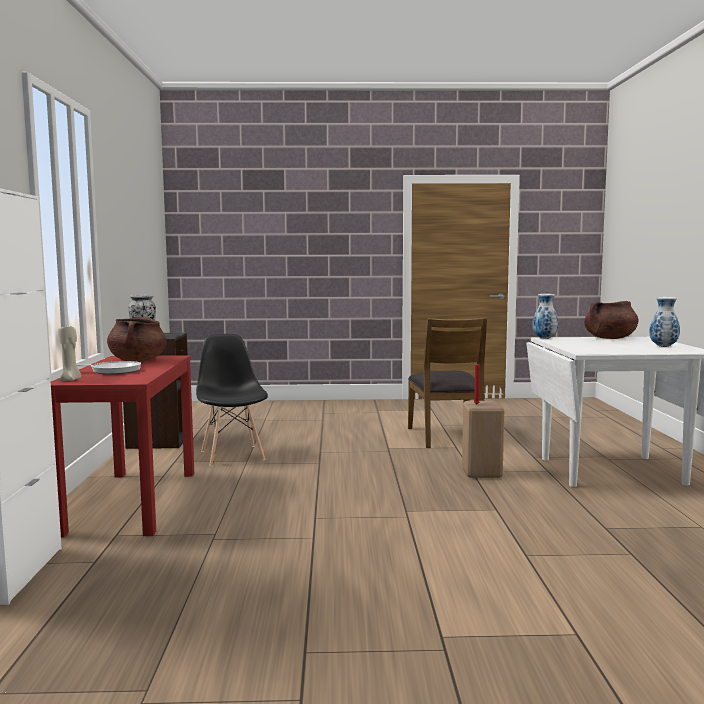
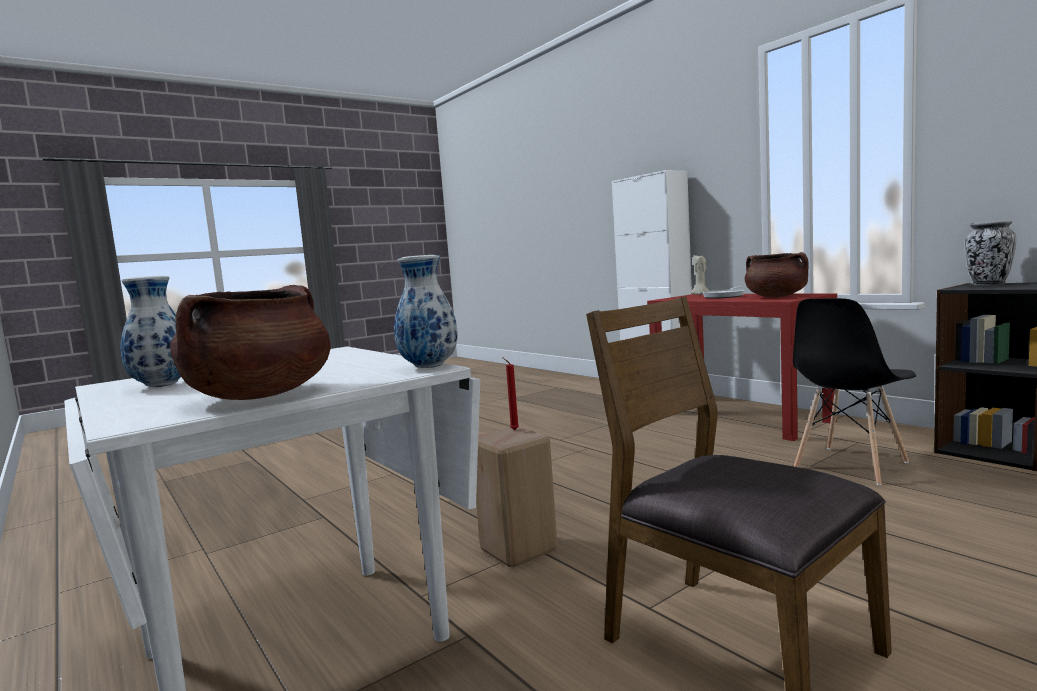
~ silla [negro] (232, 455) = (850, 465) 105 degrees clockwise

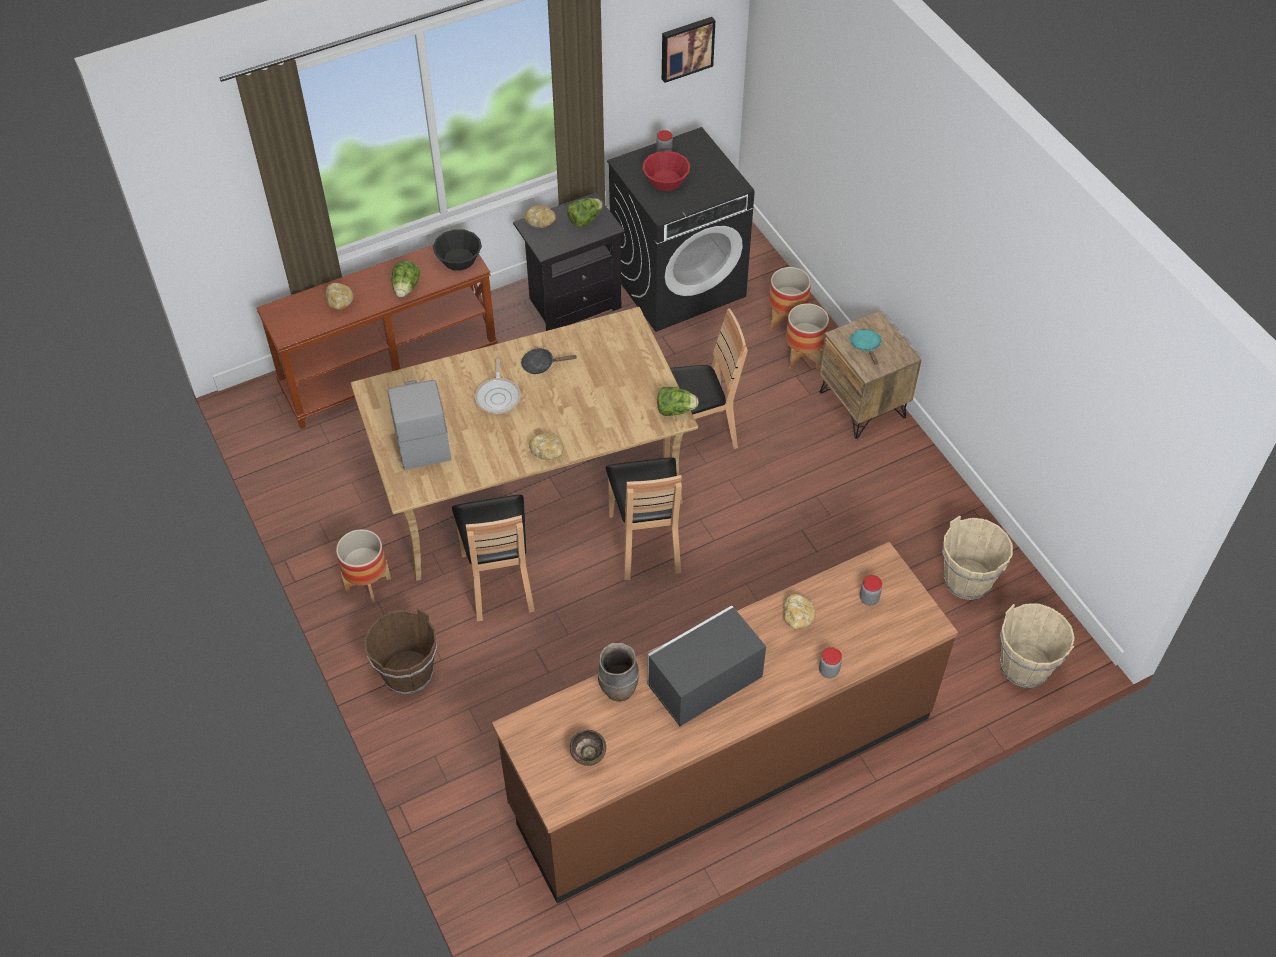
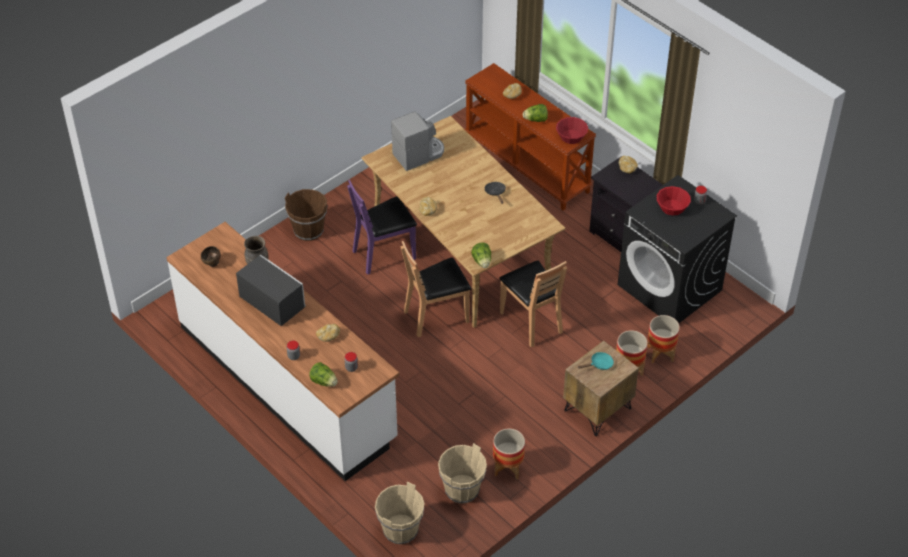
~ maceta (368, 584) to (508, 468)
~ cuenco [negro] (459, 259) to cuenco [rojo] (571, 136)
~ silla [marrón] (499, 580) to silla [morado] (384, 254)
- sartén (498, 396)
~ mueble bajo de cocina [marrón] (721, 761) to mueble bajo de cocina [blanco] (287, 382)
~ lechuga (585, 220) to (324, 381)
- cuadro (686, 48)

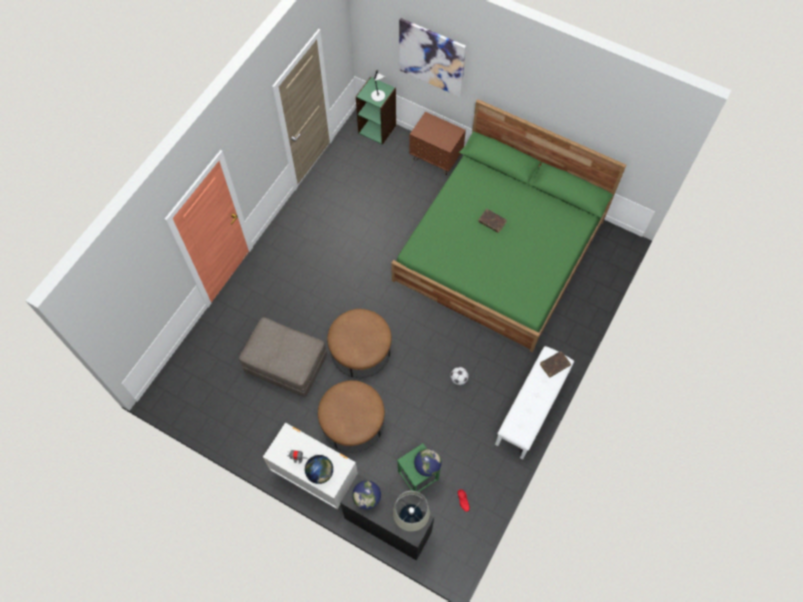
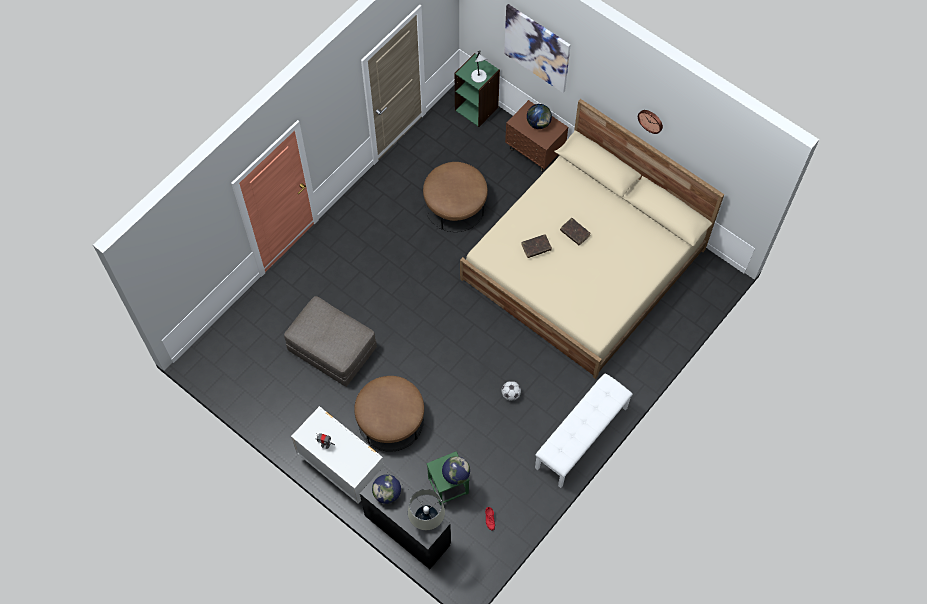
~ globo terráqueo (320, 473) to (538, 123)
~ puf [marrón] (360, 350) to (455, 205)
~ cama [verde] (500, 250) to cama [beis] (584, 264)
~ libro [marrón] (554, 365) to (536, 247)
+ reloj de pared (651, 120)

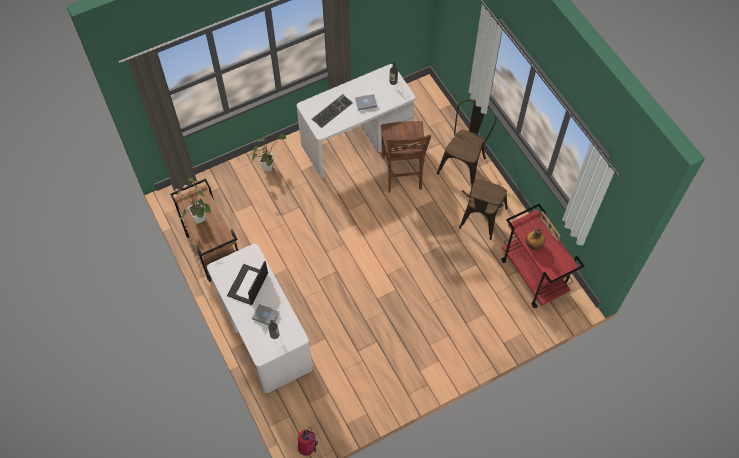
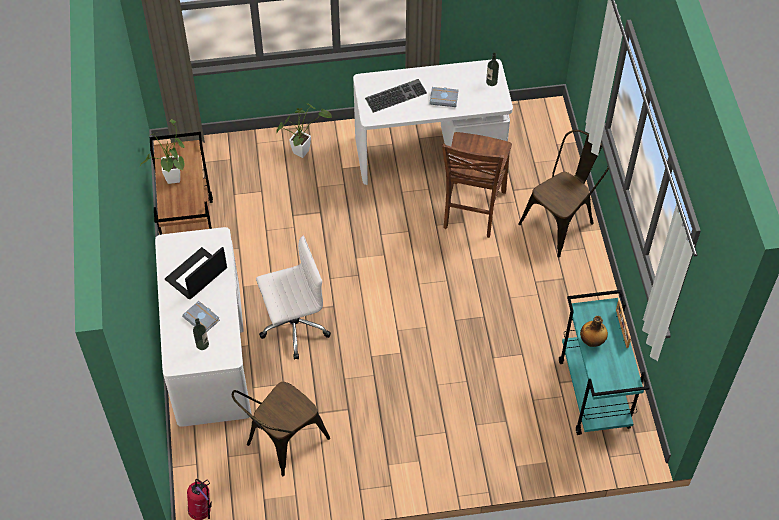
~ silla [marrón] (480, 221) to (282, 444)
~ carrito [rojo] (533, 276) to carrito [turquesa] (594, 394)
+ silla de oficina [blanco] (293, 326)

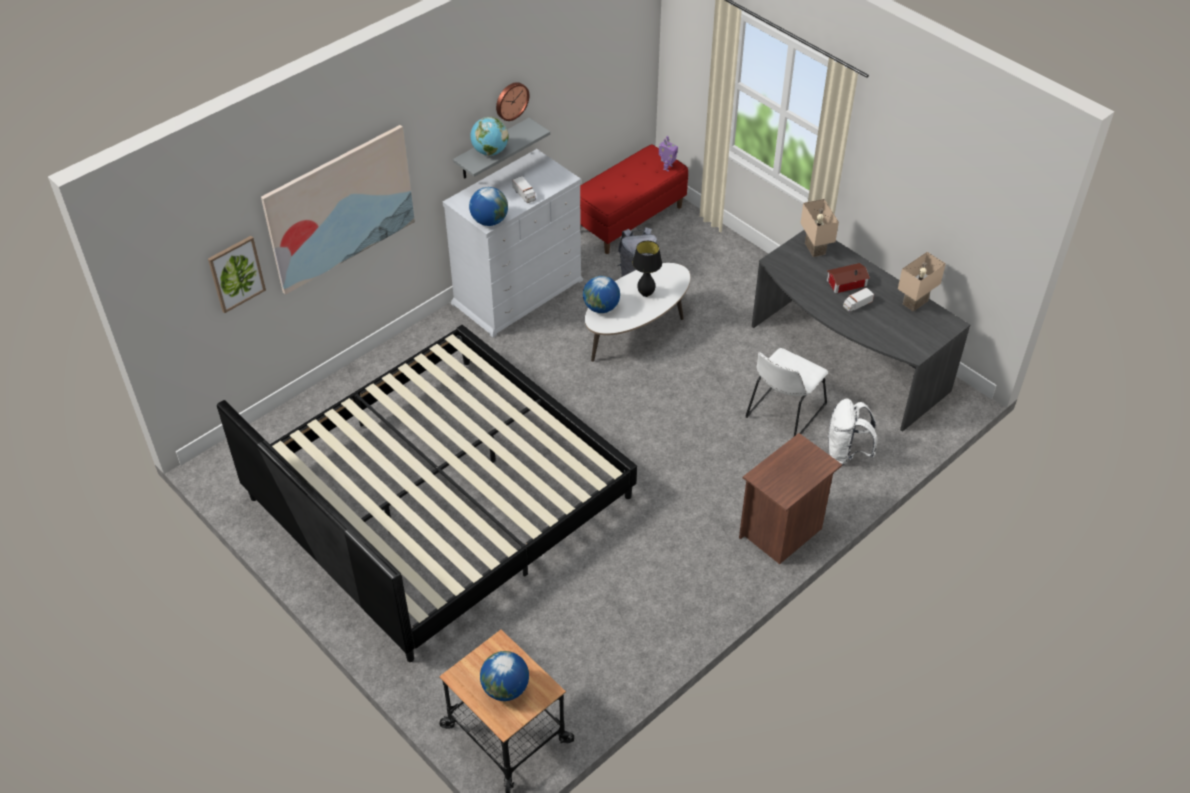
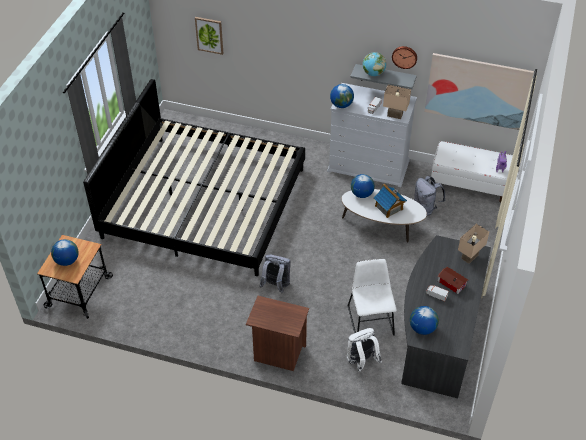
~ cuadro (340, 208) to (477, 91)
~ banco [rojo] (629, 219) to banco [blanco] (469, 184)
~ lámpara de mesa [negro] (646, 294) to casita (389, 208)
~ silla [blanco] (783, 413) = (370, 318) 75 degrees clockwise
~ lámpara de mesa [beis] (916, 303) to (394, 115)
+ mochila [gris] (276, 285)
+ globo terráqueo (422, 328)

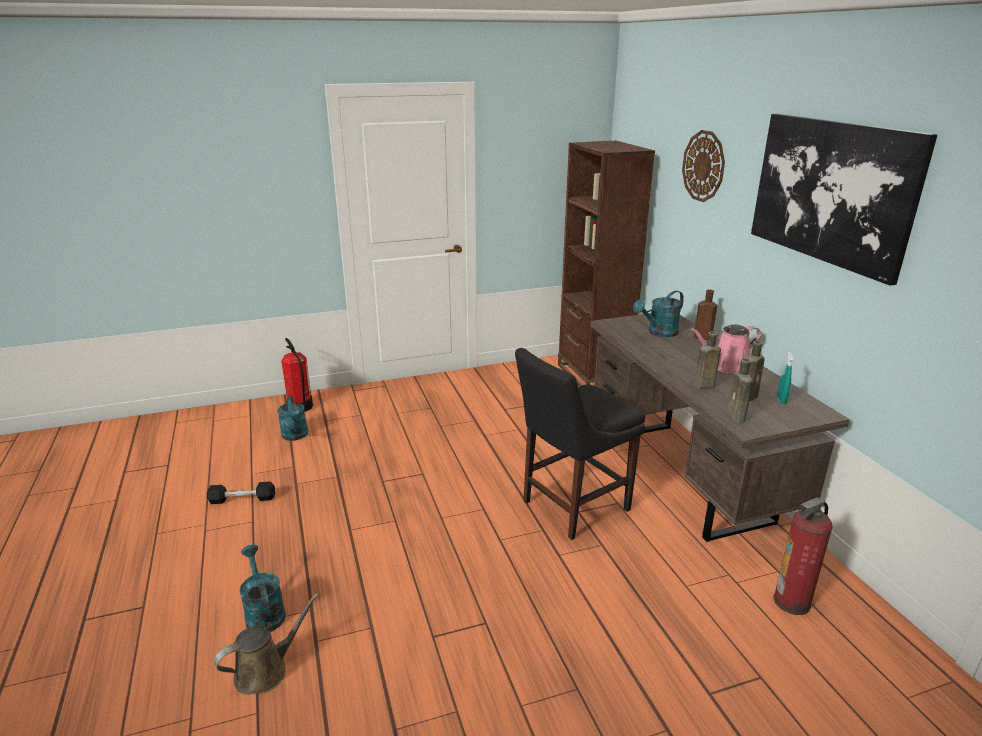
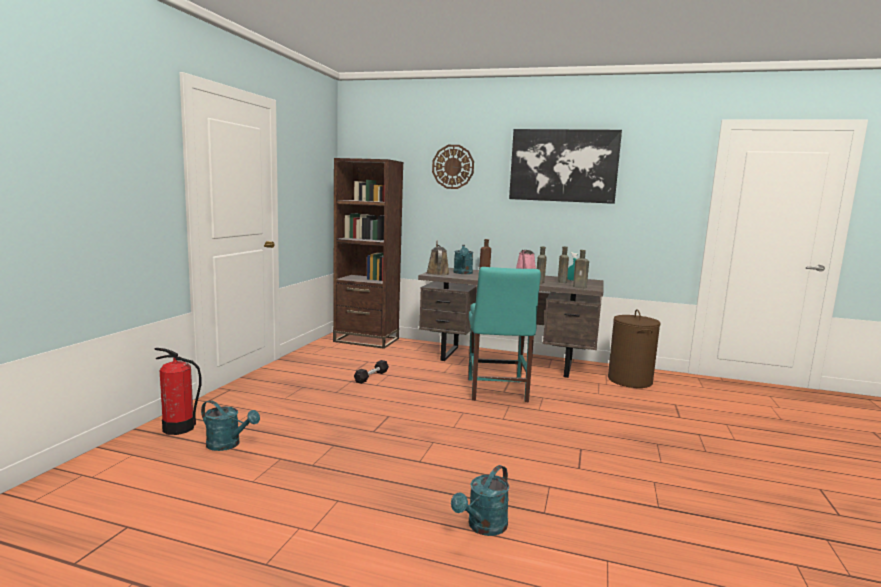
~ mancuerna [negro] (242, 499) to (371, 377)
~ regadera [marrón] (266, 671) to (437, 273)
~ regadera [turquesa] (263, 612) = (483, 527) 60 degrees counterclockwise
~ silla [negro] (571, 507) to silla [turquesa] (497, 391)
~ extintor (792, 602) to cesto de la ropa [marrón] (630, 380)

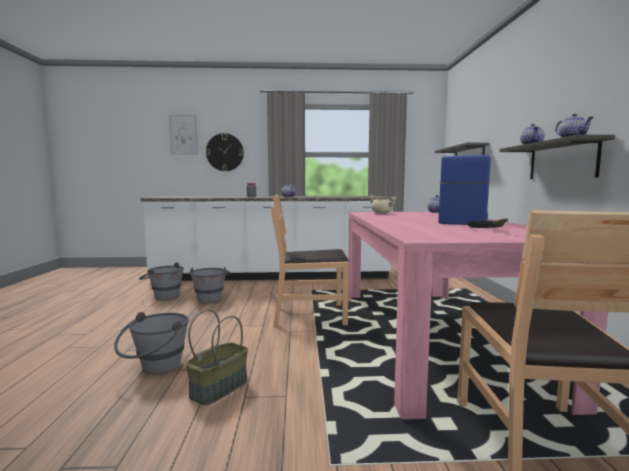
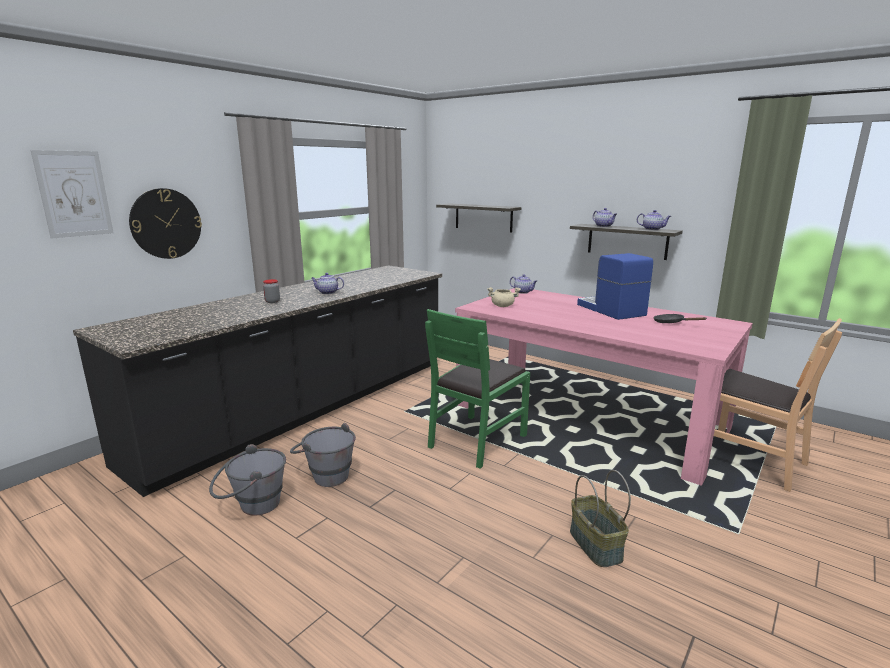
- cubo [gris] (155, 369)
~ mueble bajo de cocina [blanco] (272, 275) to mueble bajo de cocina [negro] (306, 408)
~ silla [marrón] (310, 315) to silla [verde] (476, 440)

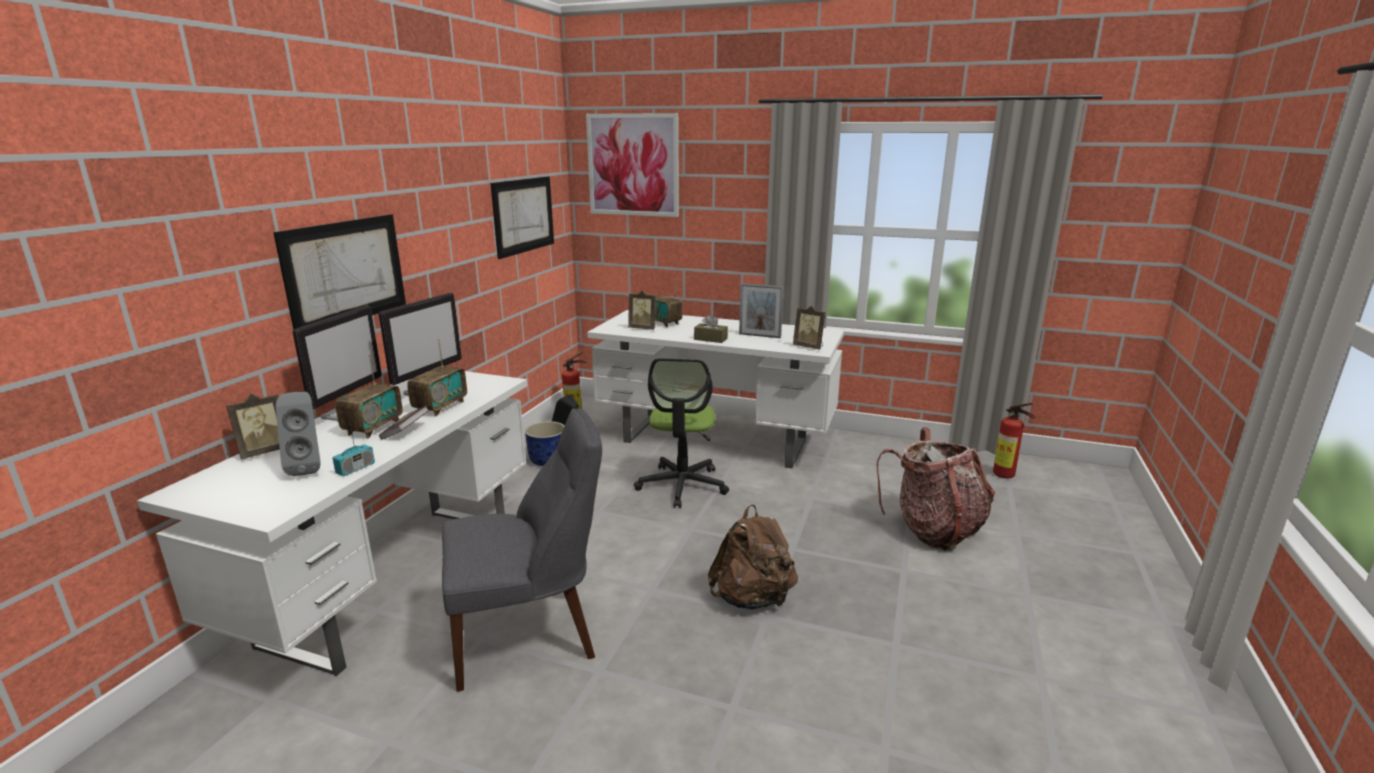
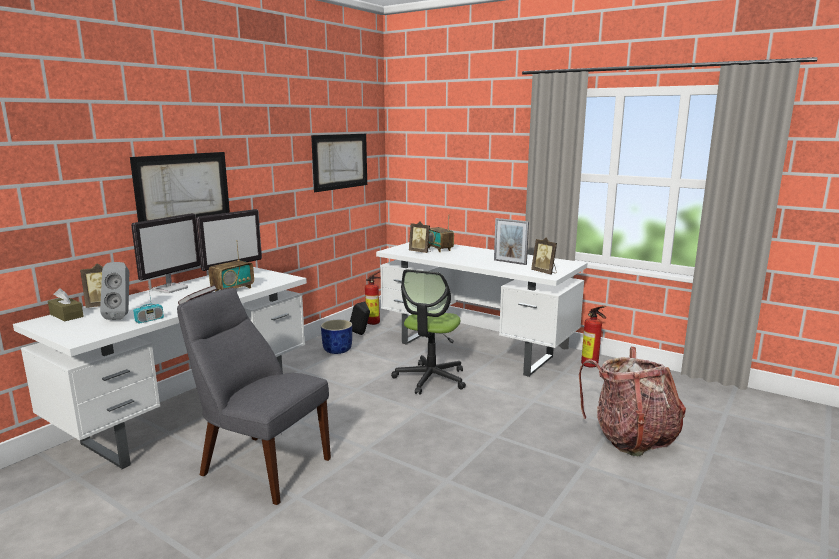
- radio (373, 428)
~ silla [gris] (530, 636) = (261, 465) 150 degrees counterclockwise
- cuadro (633, 165)
~ caja de pañuelos [marrón] (710, 339) to (66, 315)
- mochila [marrón] (752, 599)
~ extintor (1006, 476) to (591, 366)

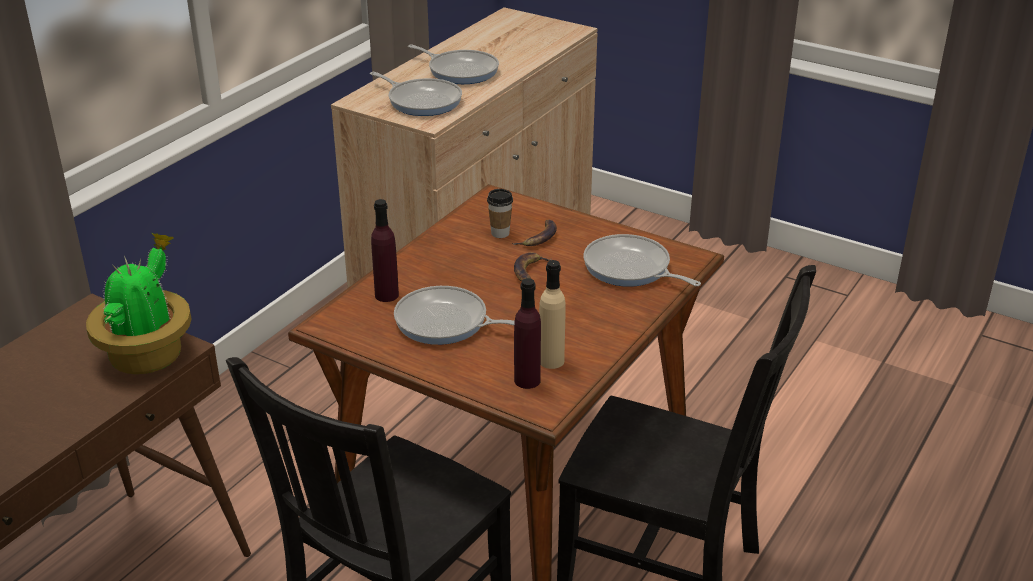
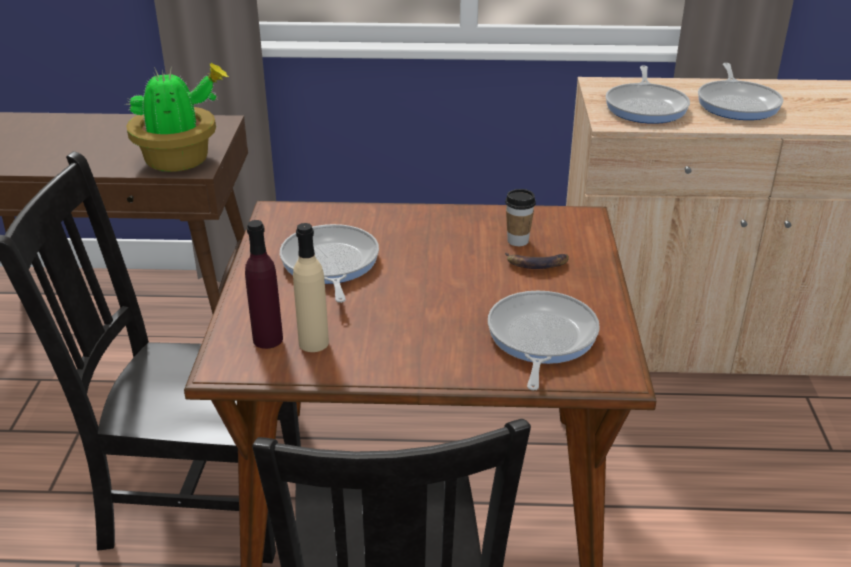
- botella [morado] (386, 295)
- plátano (530, 272)

